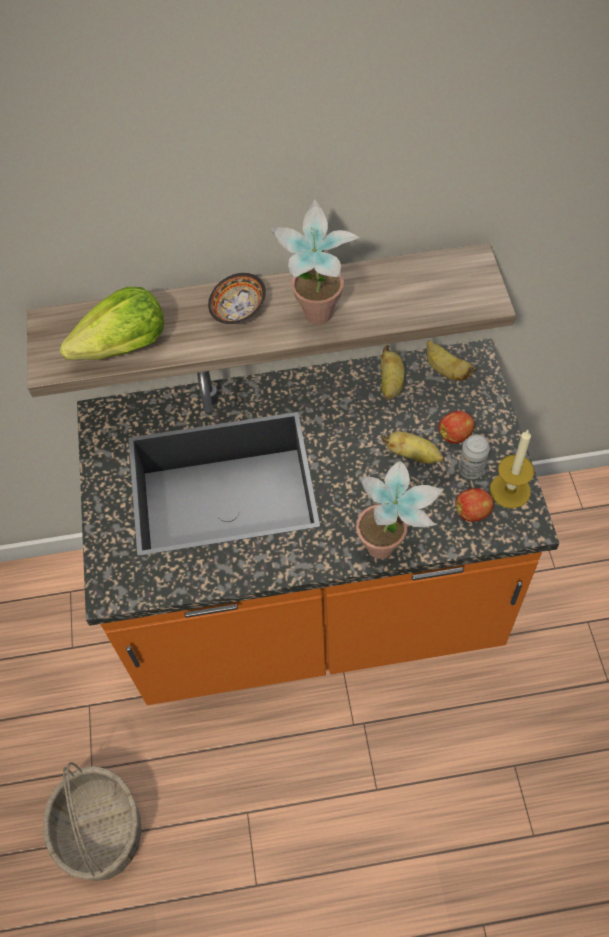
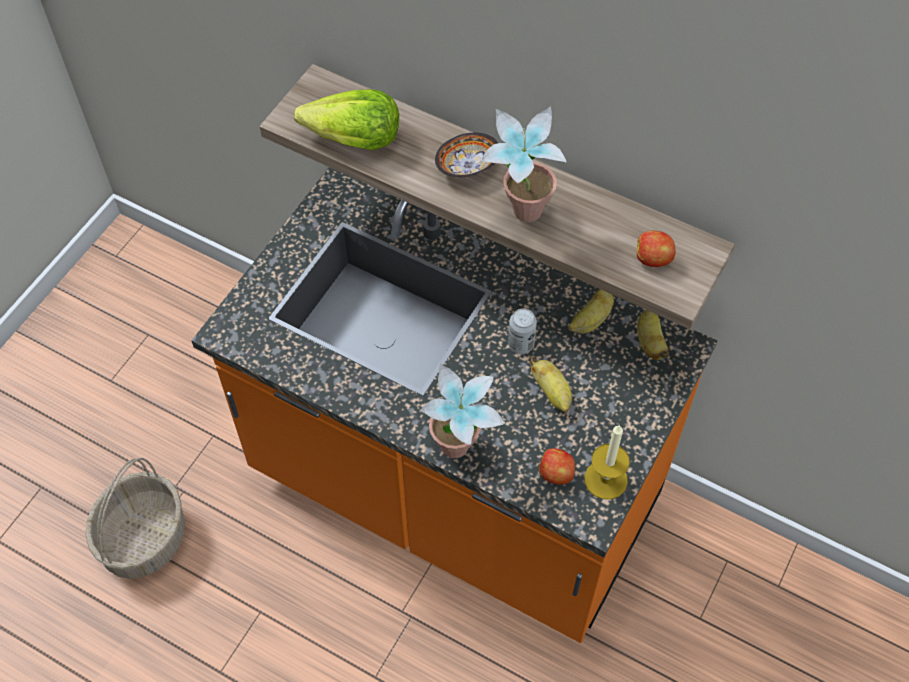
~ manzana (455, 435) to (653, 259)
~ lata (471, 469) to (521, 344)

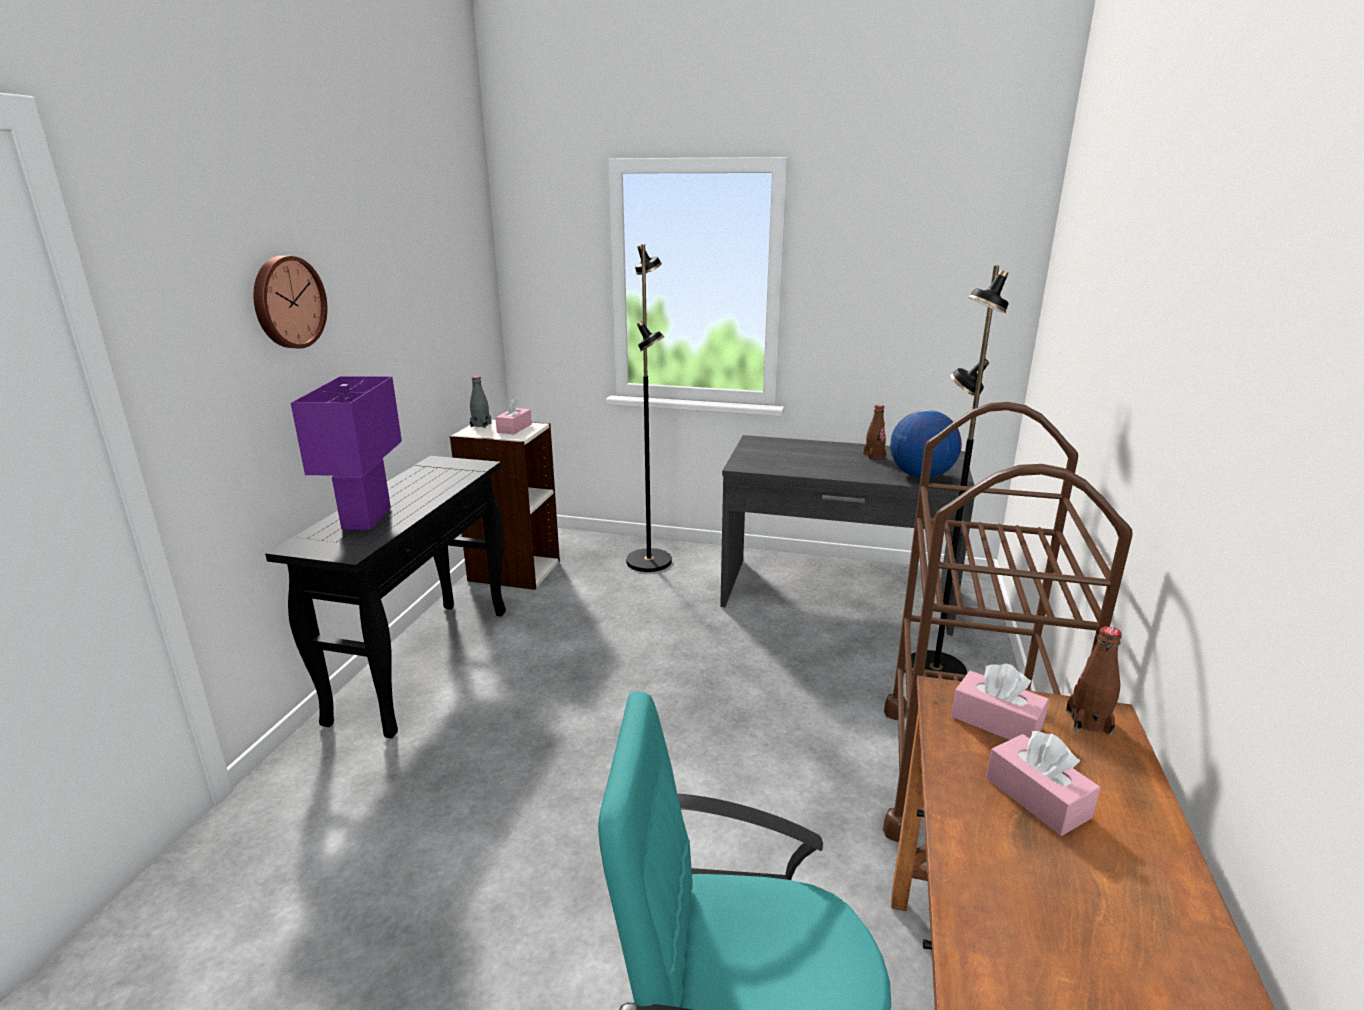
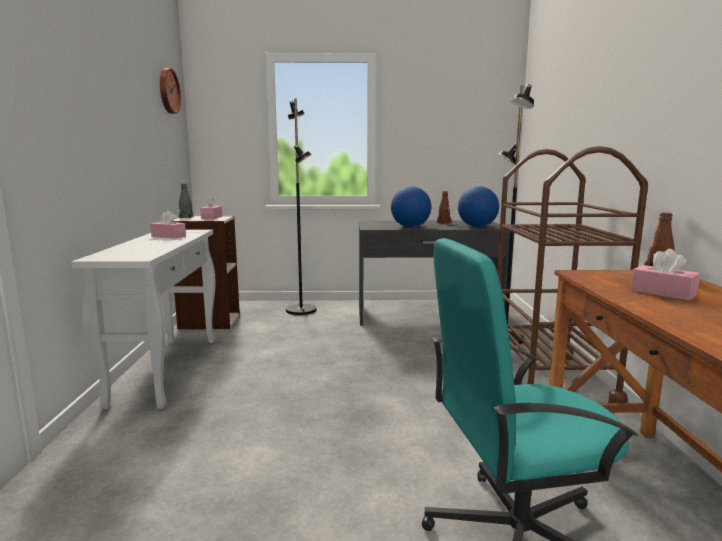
~ reloj de pared (287, 302) to (168, 91)
~ mesa consola [negro] (424, 662) to mesa consola [blanco] (166, 369)
- lámpara de mesa [morado] (367, 519)
~ caja de pañuelos [rosa] (996, 722) to (168, 236)
+ globo terráqueo (410, 227)

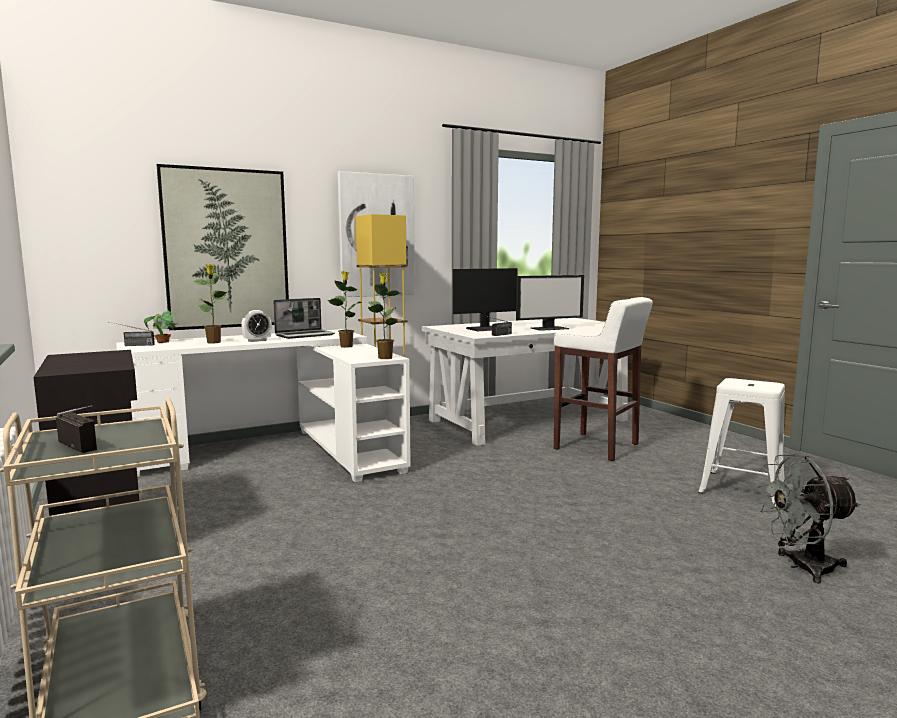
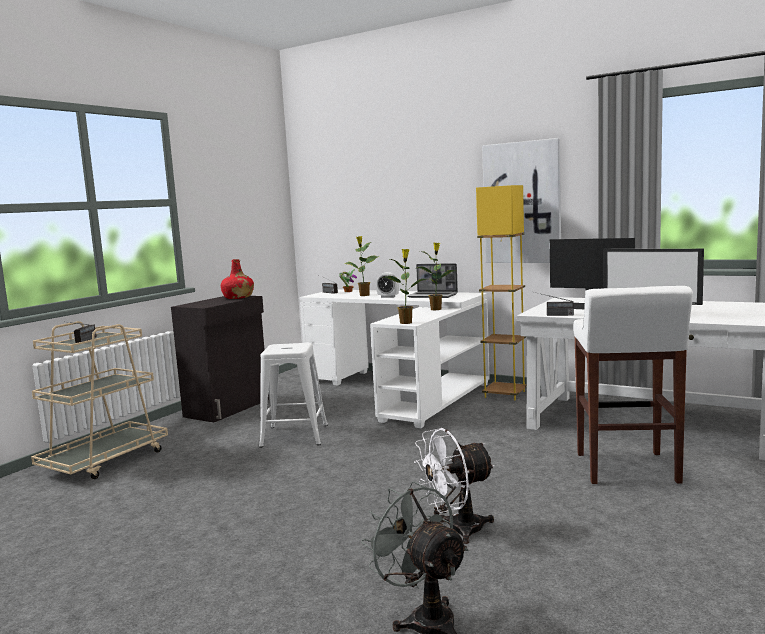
- cuadro (226, 249)
~ taburete [blanco] (742, 489) to (294, 435)
+ botella [rojo] (238, 297)
+ ventilador [blanco] (457, 530)

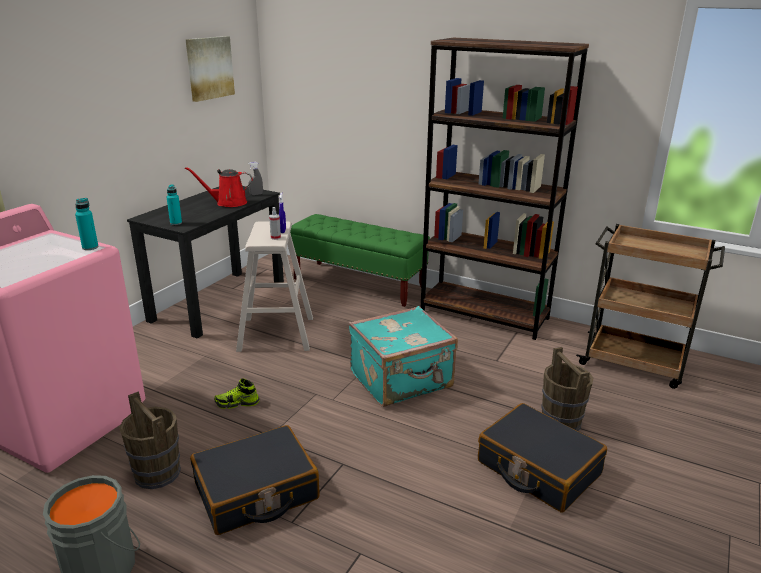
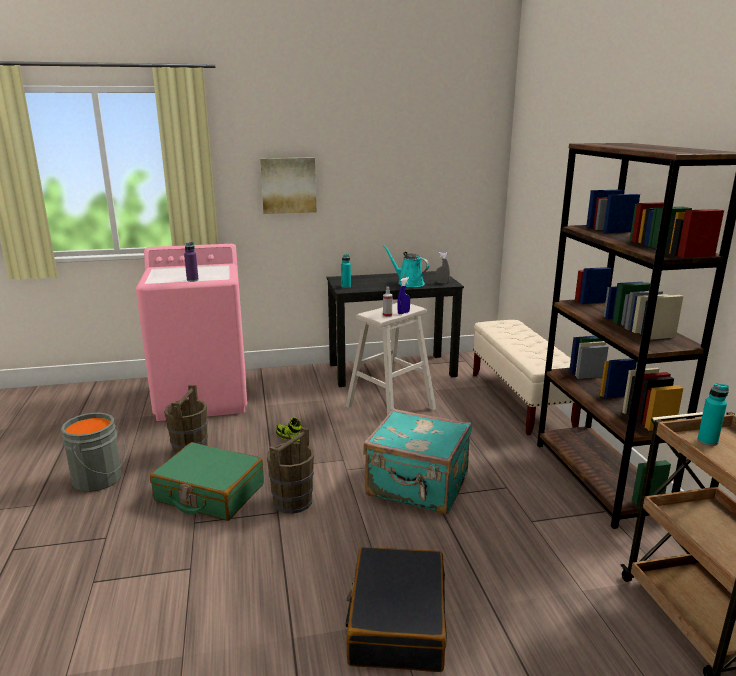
~ botella [turquesa] (90, 247) to (707, 441)
~ regadera [rojo] (228, 203) to regadera [turquesa] (408, 283)
~ cuadro (209, 68) to (288, 185)
~ maleta [negro] (256, 492) to maleta [verde] (209, 493)
~ banco [verde] (359, 284) to banco [beis] (520, 400)
~ cubo [marrón] (560, 421) to (293, 501)
+ botella [morado] (192, 280)

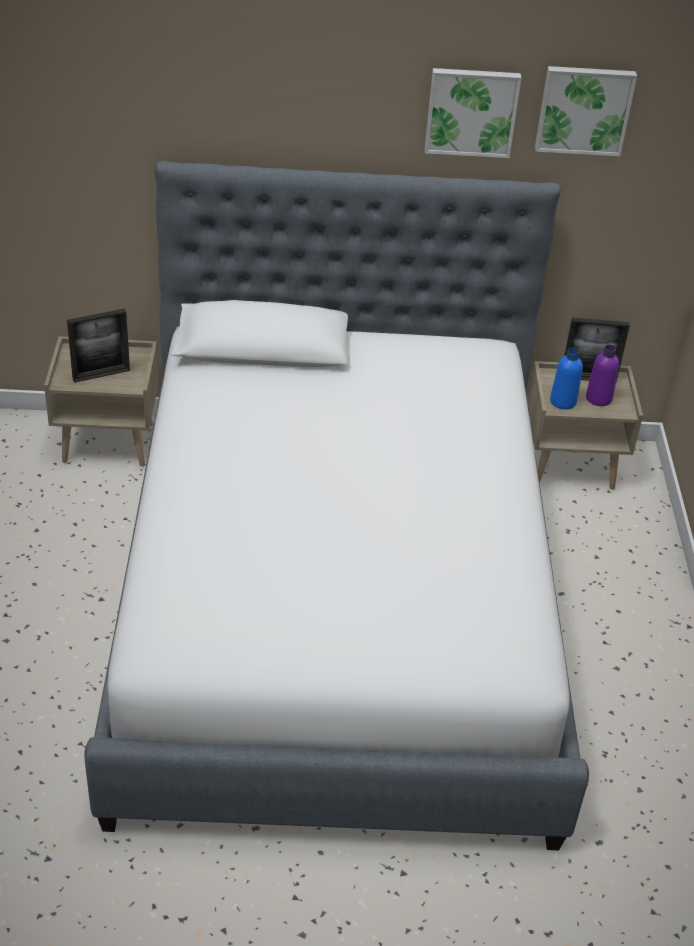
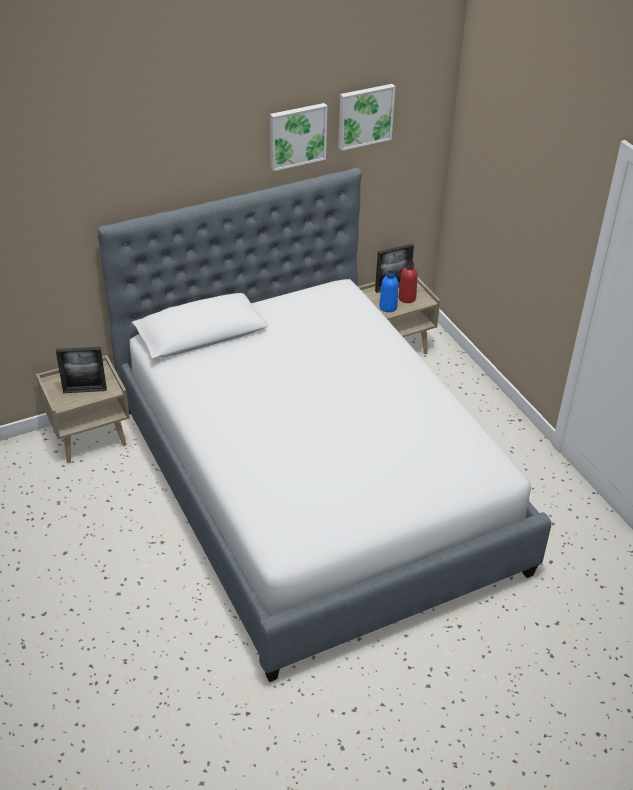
~ portarretratos (101, 375) = (85, 390) 45 degrees clockwise
~ botella [morado] (598, 398) to botella [rojo] (407, 298)

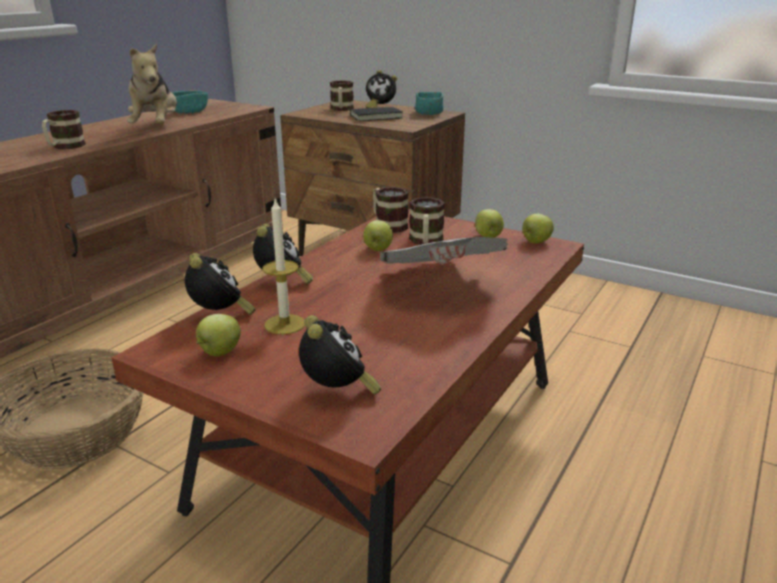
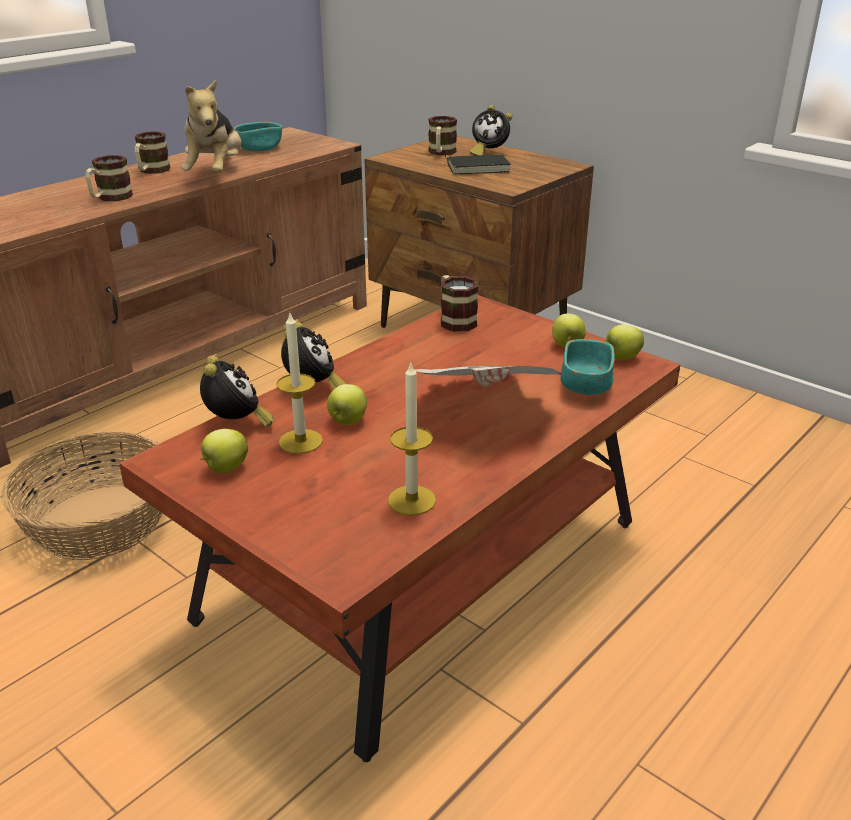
- despertador (338, 392)
~ manzana (378, 249) to (347, 421)
~ taza grande (425, 242) to (151, 171)
~ cuenco [turquesa] (429, 113) to (585, 385)
+ vela (412, 500)

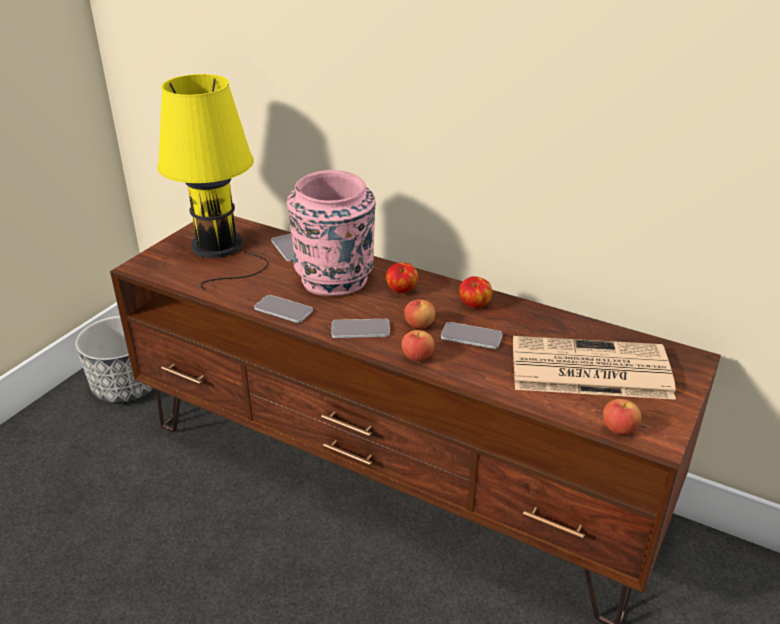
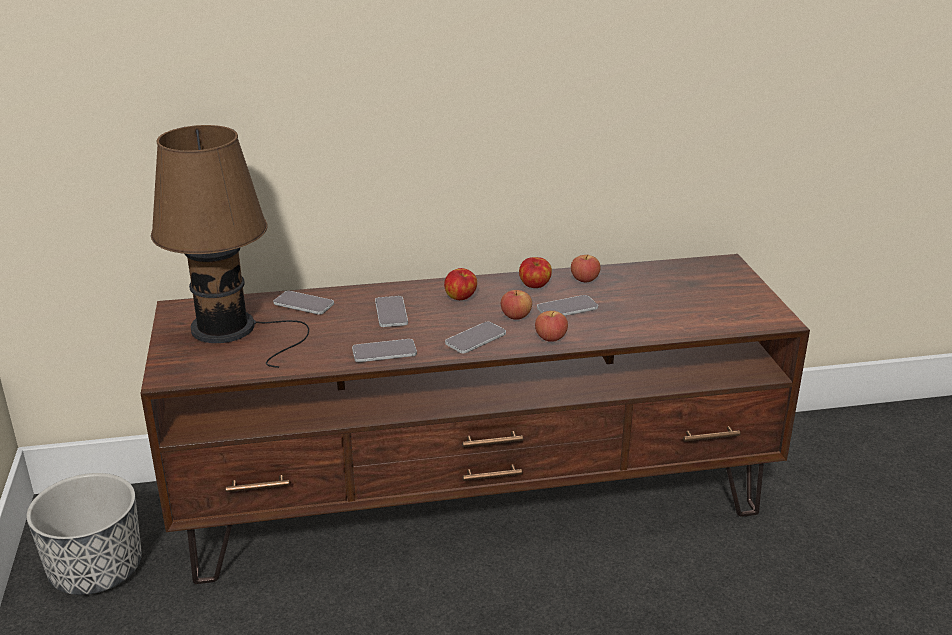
~ lámpara de mesa [amarillo] (219, 248) to lámpara de mesa [marrón] (230, 329)
~ florero [rosa] (335, 280) to móvil (391, 312)
- periódico (587, 370)
~ manzana (619, 428) to (584, 279)

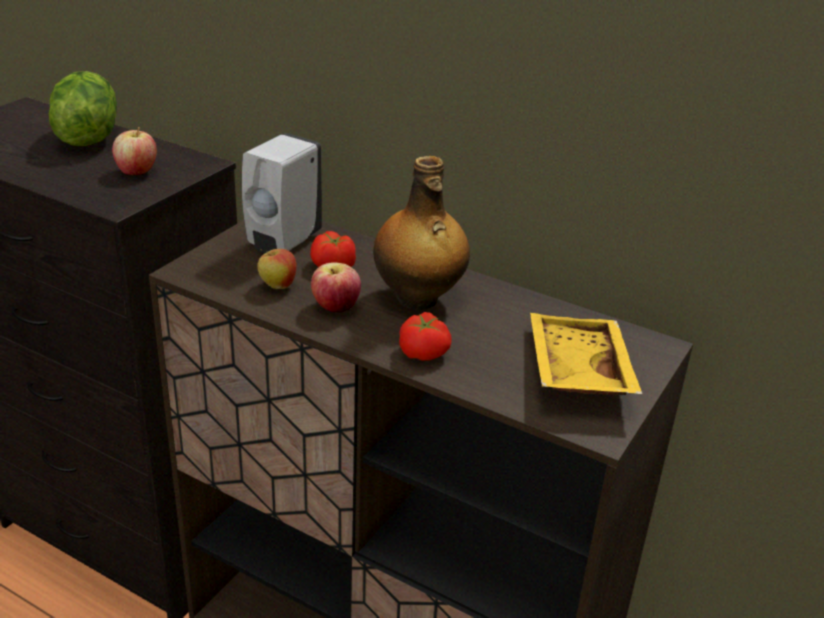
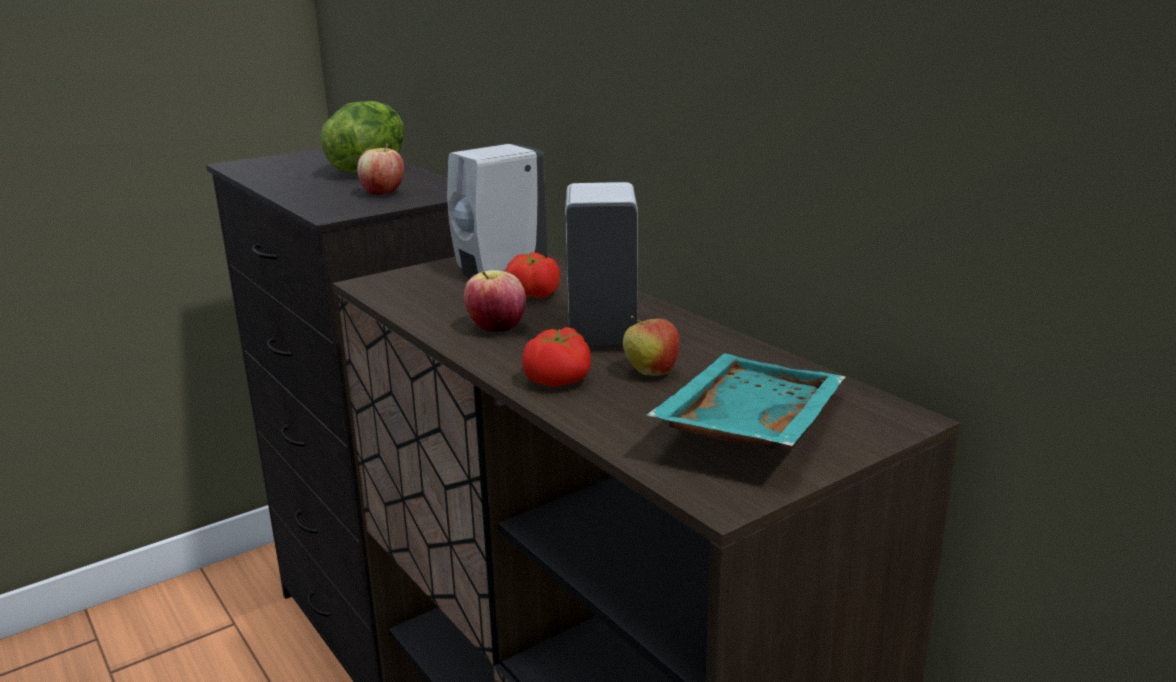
~ manzana (277, 286) to (650, 373)
~ botella (418, 299) to dispensador de jabón [blanco] (602, 332)
~ bandeja [amarillo] (575, 370) to bandeja [turquesa] (747, 425)

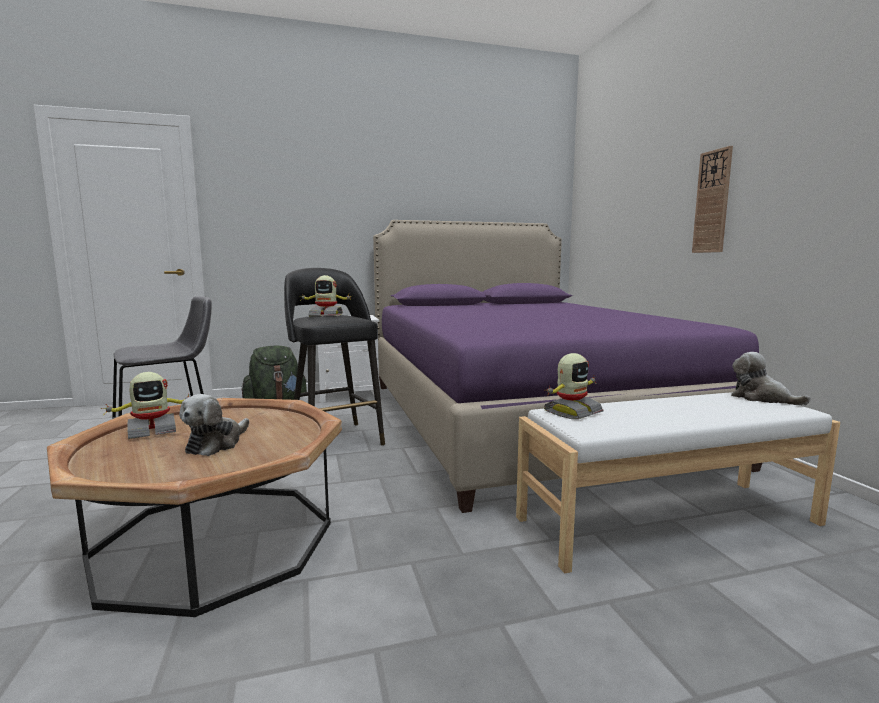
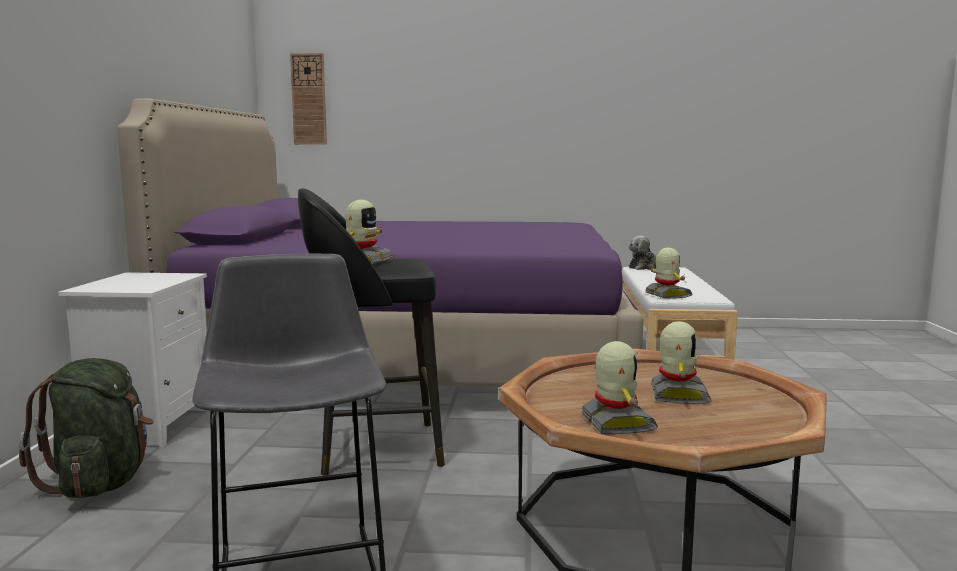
~ peluche (216, 444) to robot de juguete (677, 395)
~ reloj de pared (712, 202) to (309, 99)

